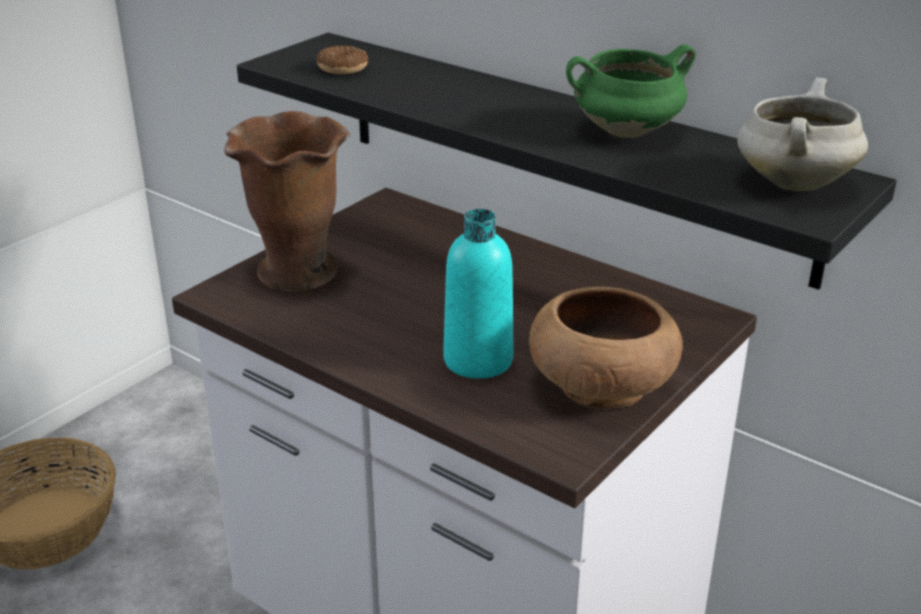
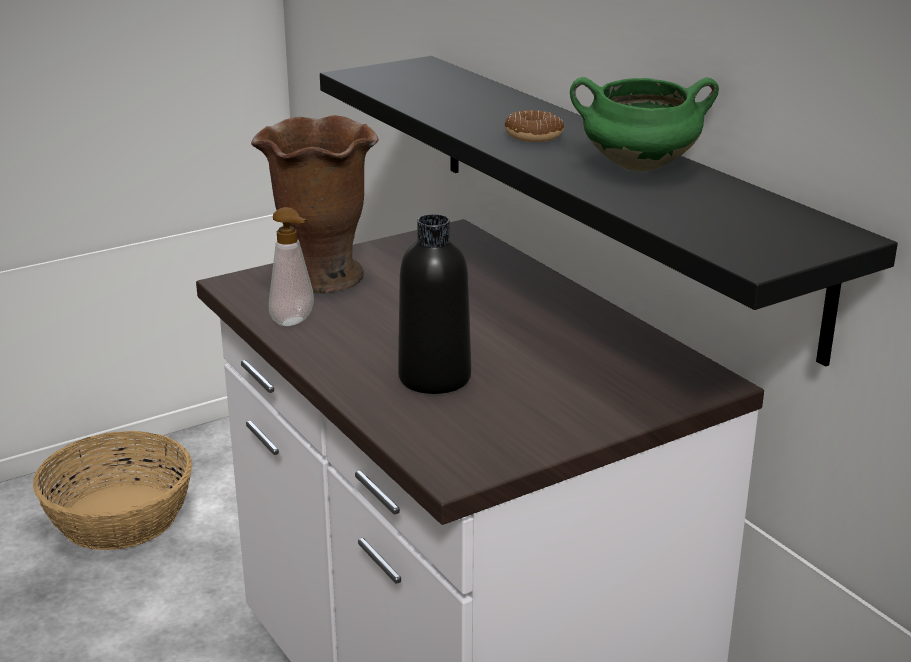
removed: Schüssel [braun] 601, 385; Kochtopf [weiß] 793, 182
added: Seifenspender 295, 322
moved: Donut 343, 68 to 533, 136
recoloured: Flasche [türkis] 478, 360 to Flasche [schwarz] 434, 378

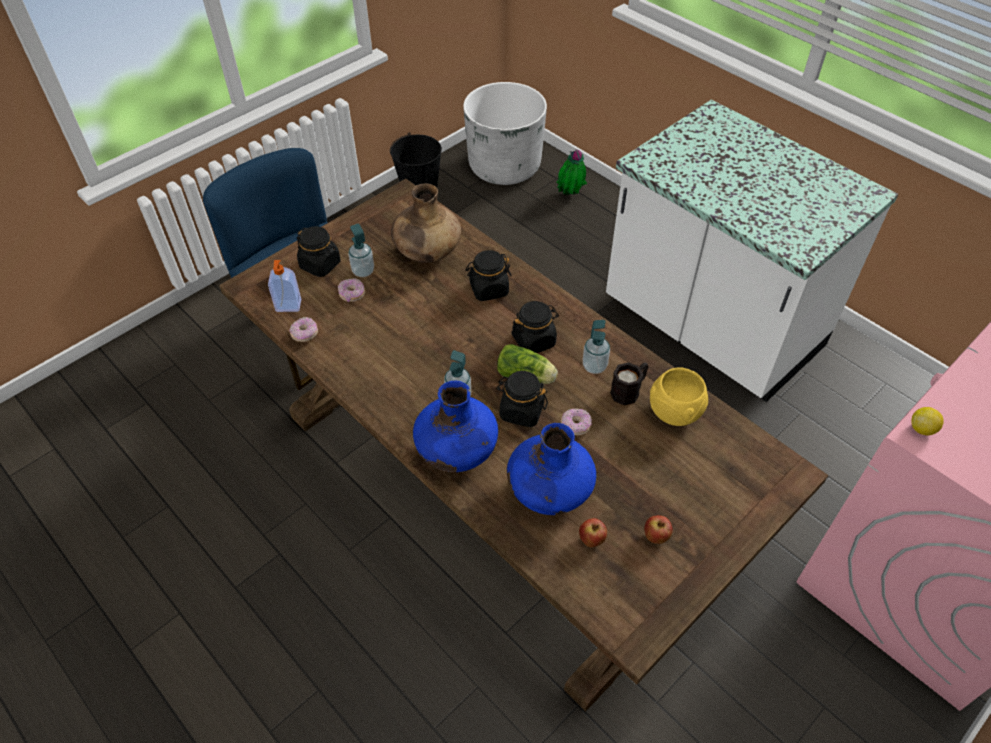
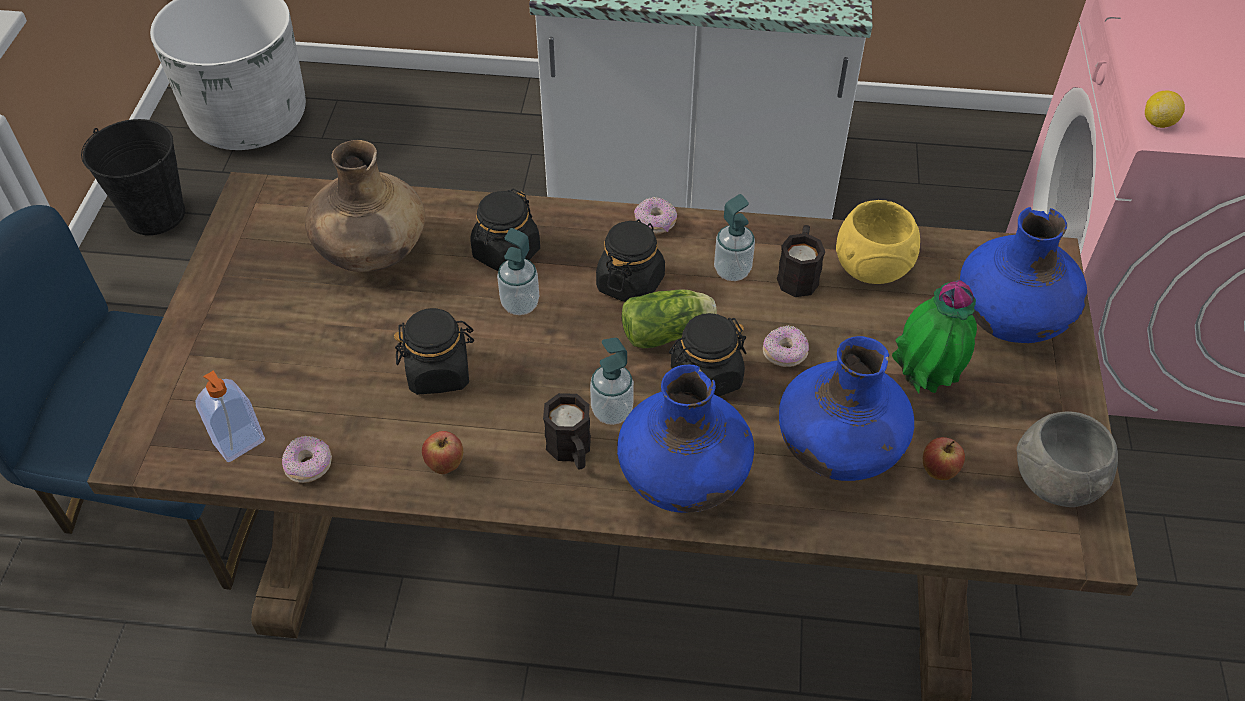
added: Henkelbecher [schwarz] 571, 451; Vase [blau] 1010, 320; Schüssel [grau] 1055, 485
moved: Vorratsglas [schwarz] 320, 265 to 439, 372; Donut 352, 294 to 655, 223; Seifenspender 363, 271 to 520, 304; Topfpflanze 570, 195 to 924, 382; Apfel 656, 537 to 445, 465

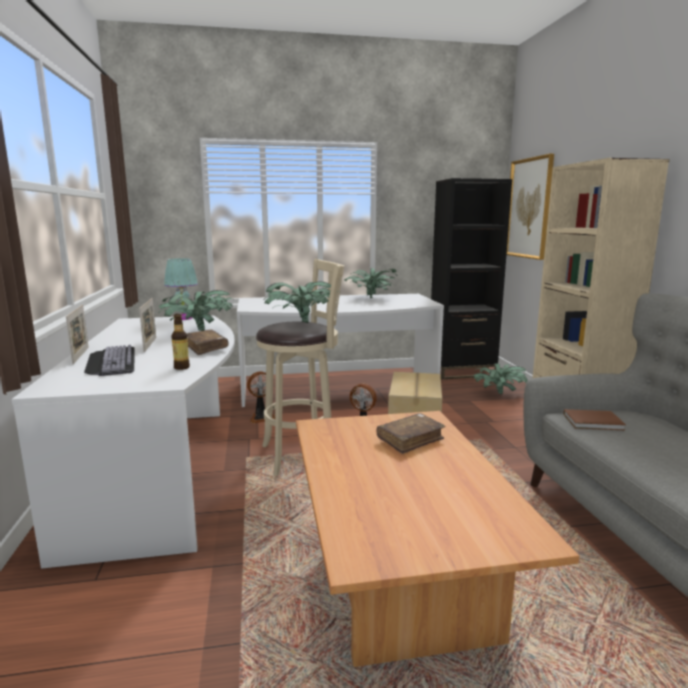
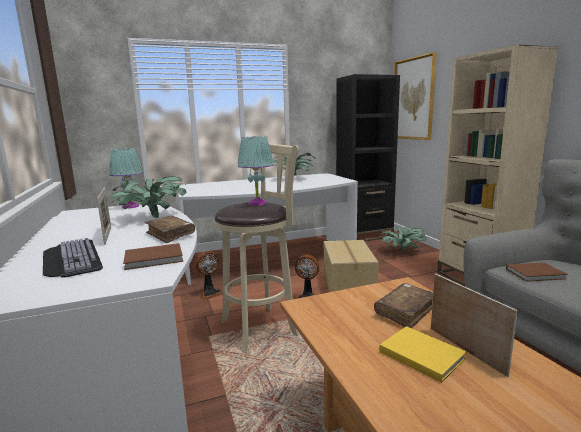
added: Buch [gelb] 420, 354
moved: Bilderrahmen 80, 355 to 465, 350
replaced: Flasche 181, 367 to Buch [braun] 155, 259; Topfpflanze 302, 323 to Tischlampe [türkis] 257, 203

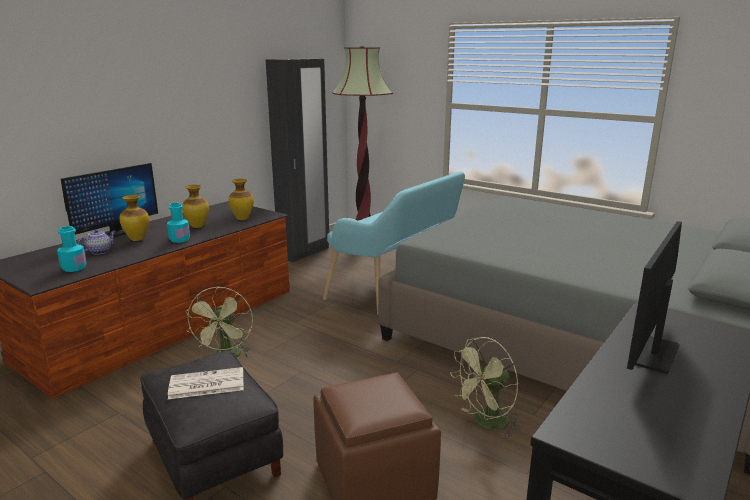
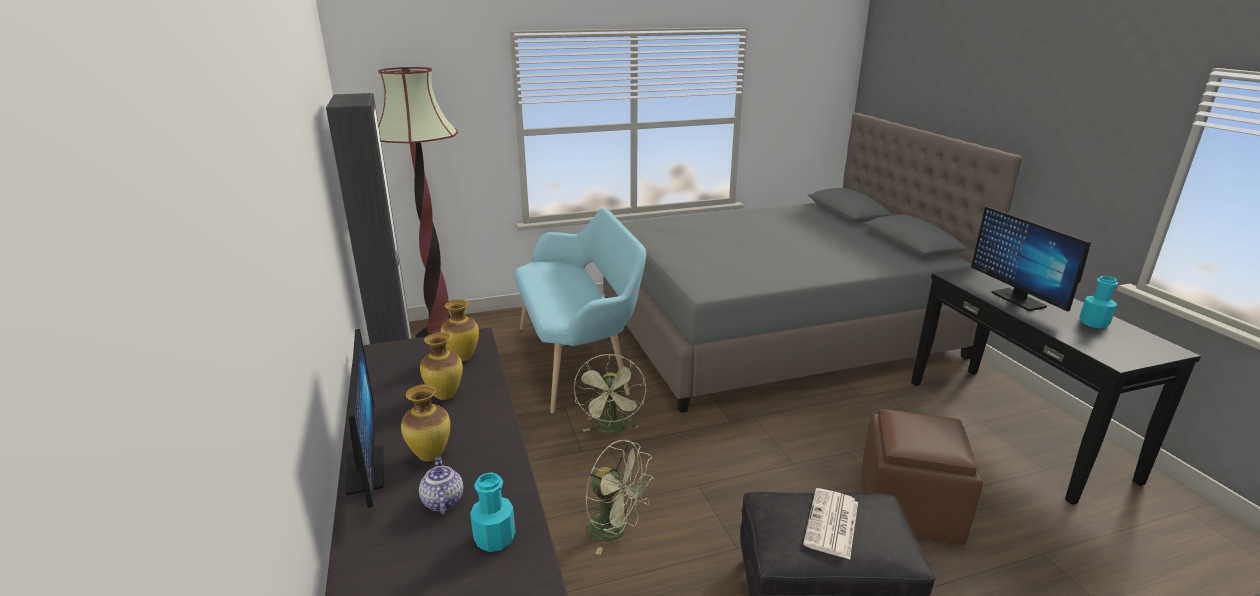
moved: Flasche [türkis] 179, 239 to 1093, 323; Ventilator [grün] 486, 423 to 612, 429

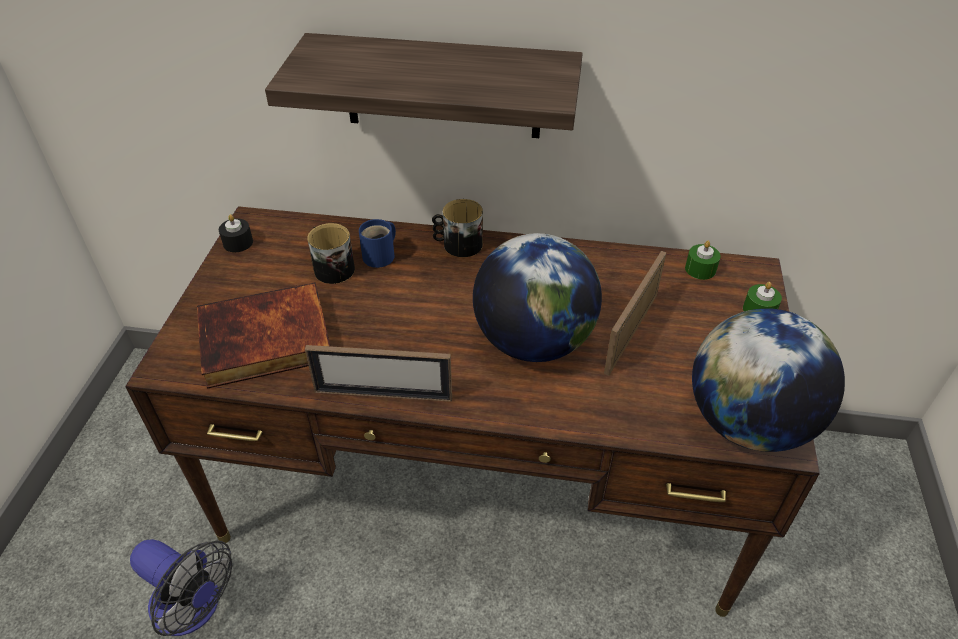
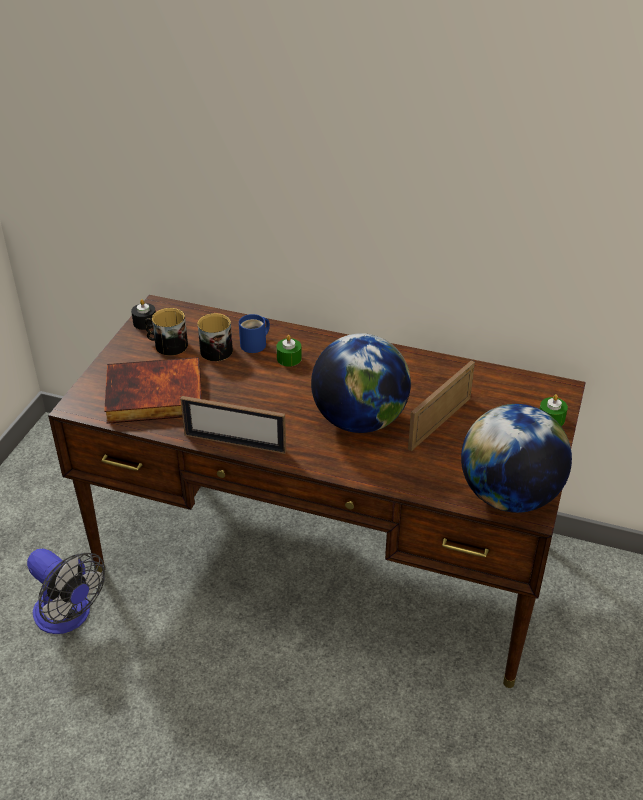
removed: Wandregal 442, 87
moved: Henkelbecher 458, 244 to 167, 345; Kerze [grün] 700, 269 to 289, 358

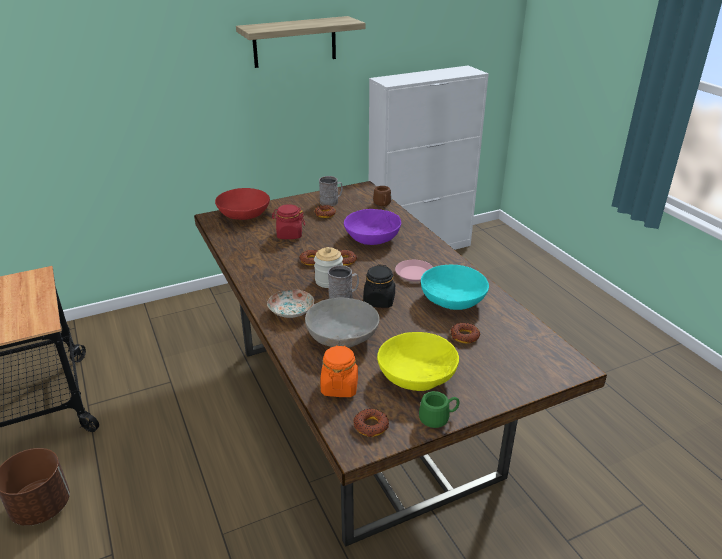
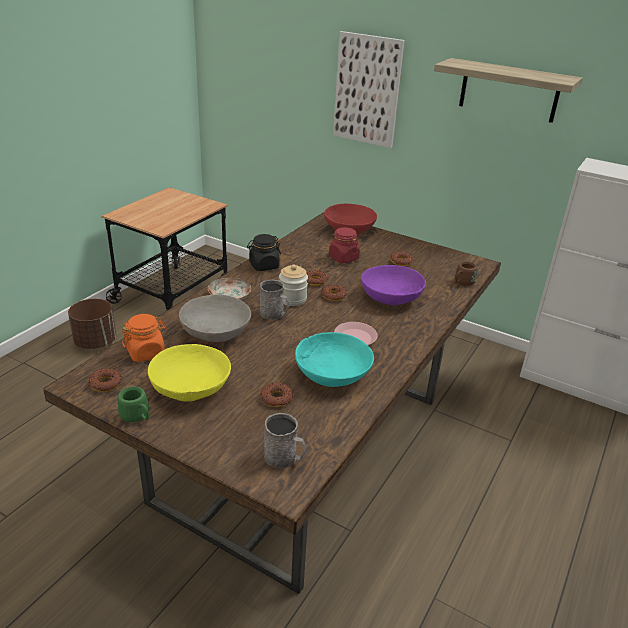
added: Bild 367, 90
moved: Henkelbecher [grau] 331, 201 to 284, 458; Vorratsglas [schwarz] 379, 301 to 264, 266

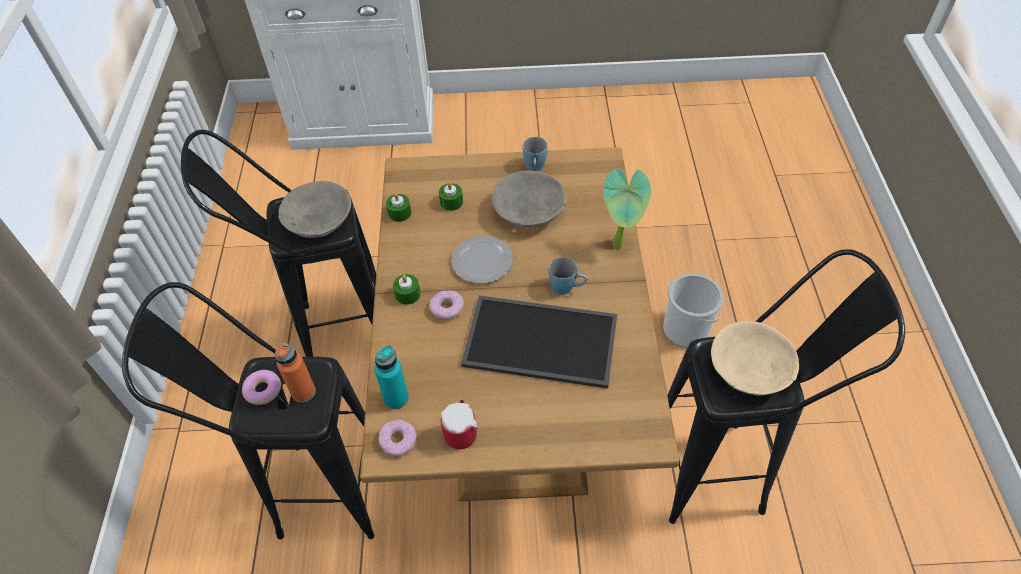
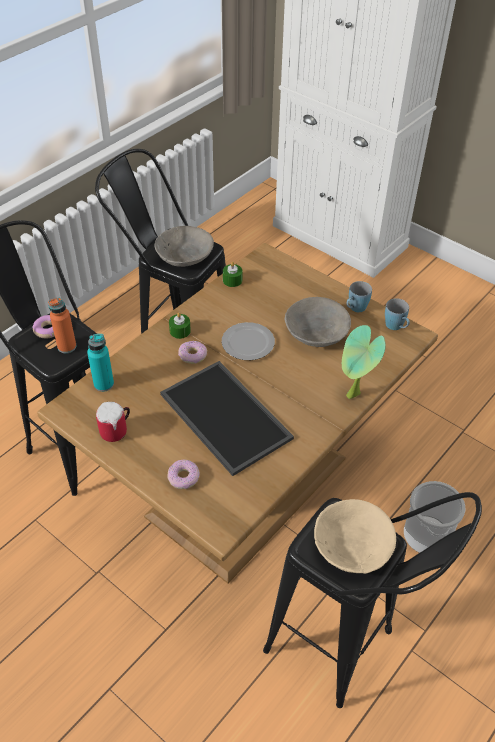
removed: Kerze [grün] 451, 202
moved: Donut 398, 440 to 184, 477; Henkelbecher [blau] 567, 288 to 396, 327

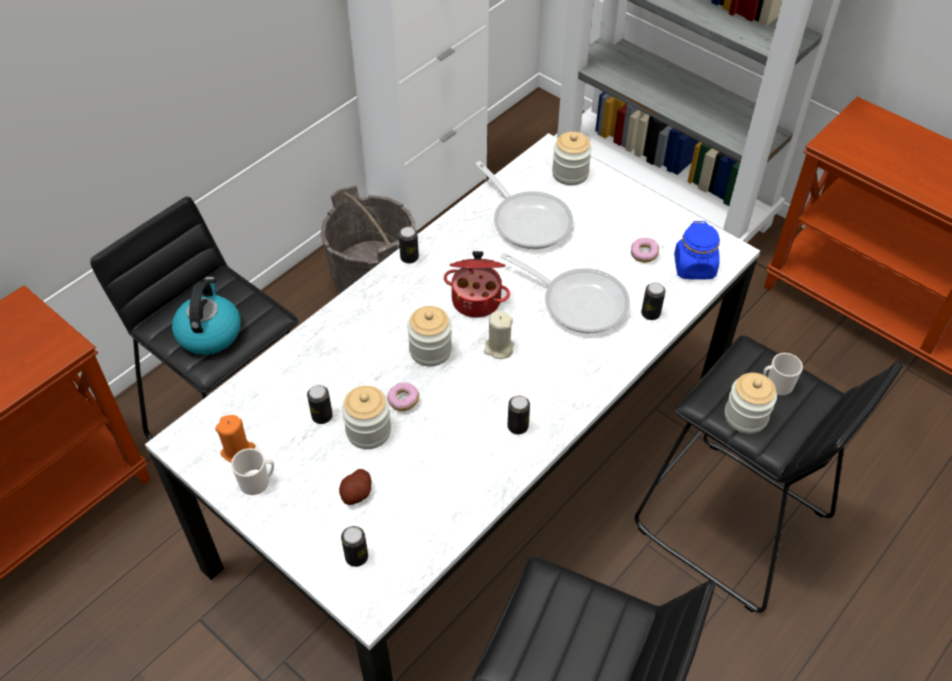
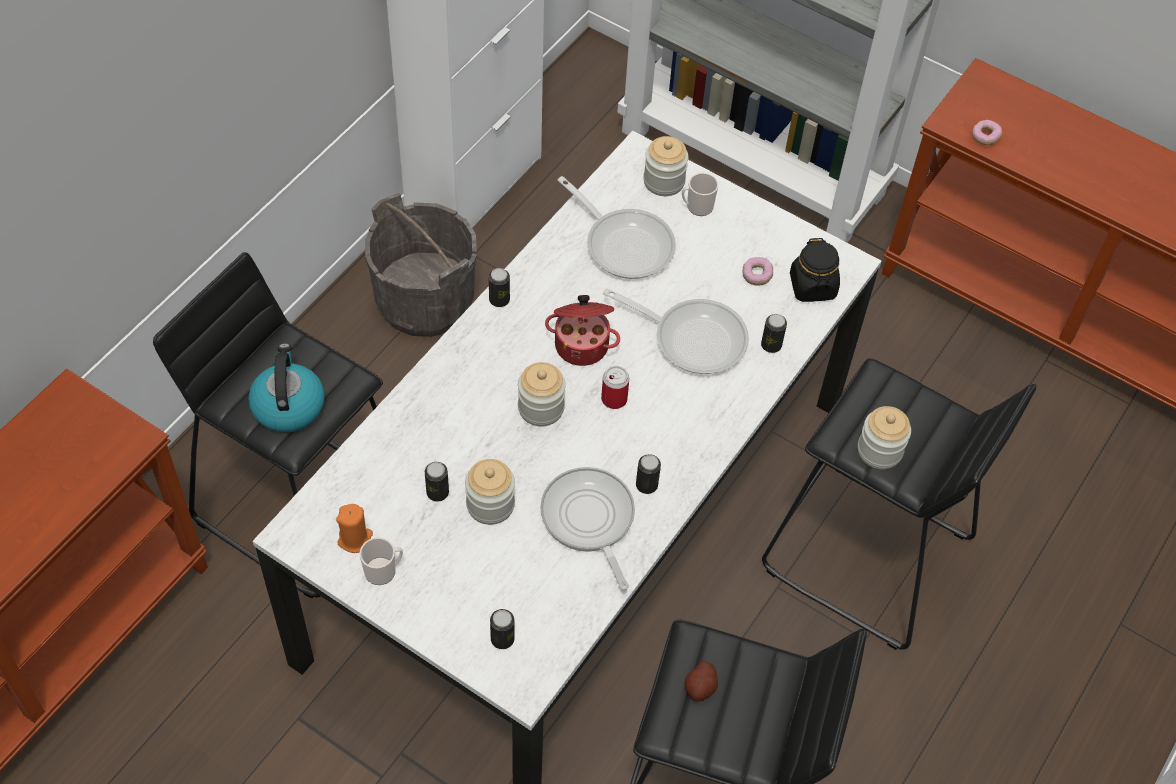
added: Pfanne 589, 520
moved: Kartoffel 356, 493 to 700, 687; Donut 403, 401 to 985, 137; Henkelbecher 776, 385 to 697, 206
replaced: Kerze [beige] 498, 348 to Dose 614, 399
recoloured: Vorratsglas [blau] 694, 267 to Vorratsglas [schwarz] 812, 286

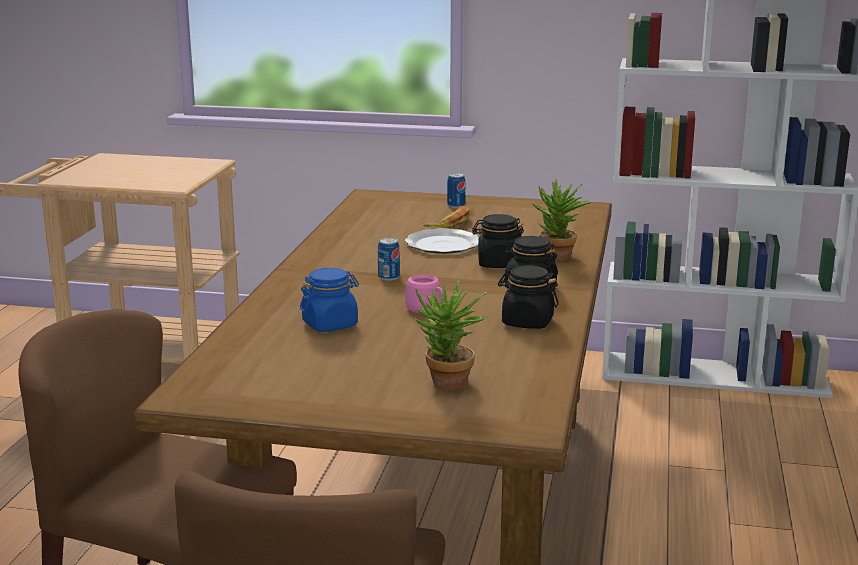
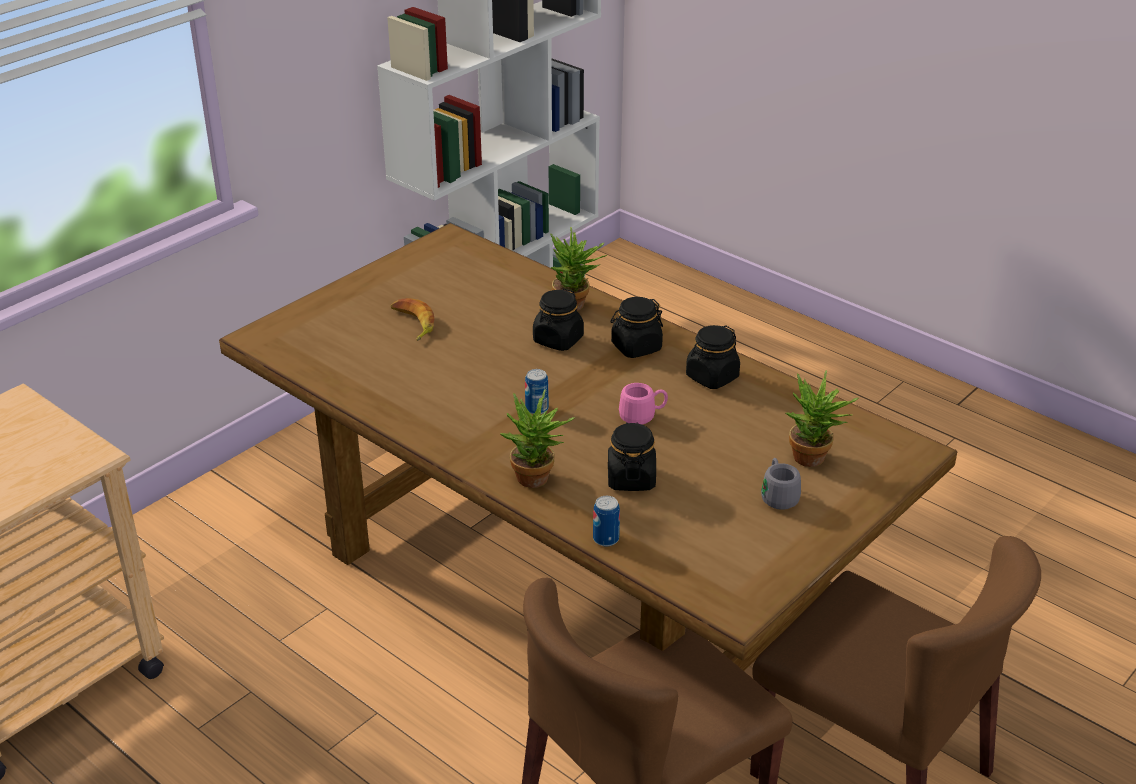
removed: Teller 441, 244
added: Topfpflanze 537, 481; Henkelbecher [grau] 778, 496
moved: Dose 456, 206 to 606, 539
recoloured: Vorratsglas [blau] 330, 324 to Vorratsglas [schwarz] 631, 478

